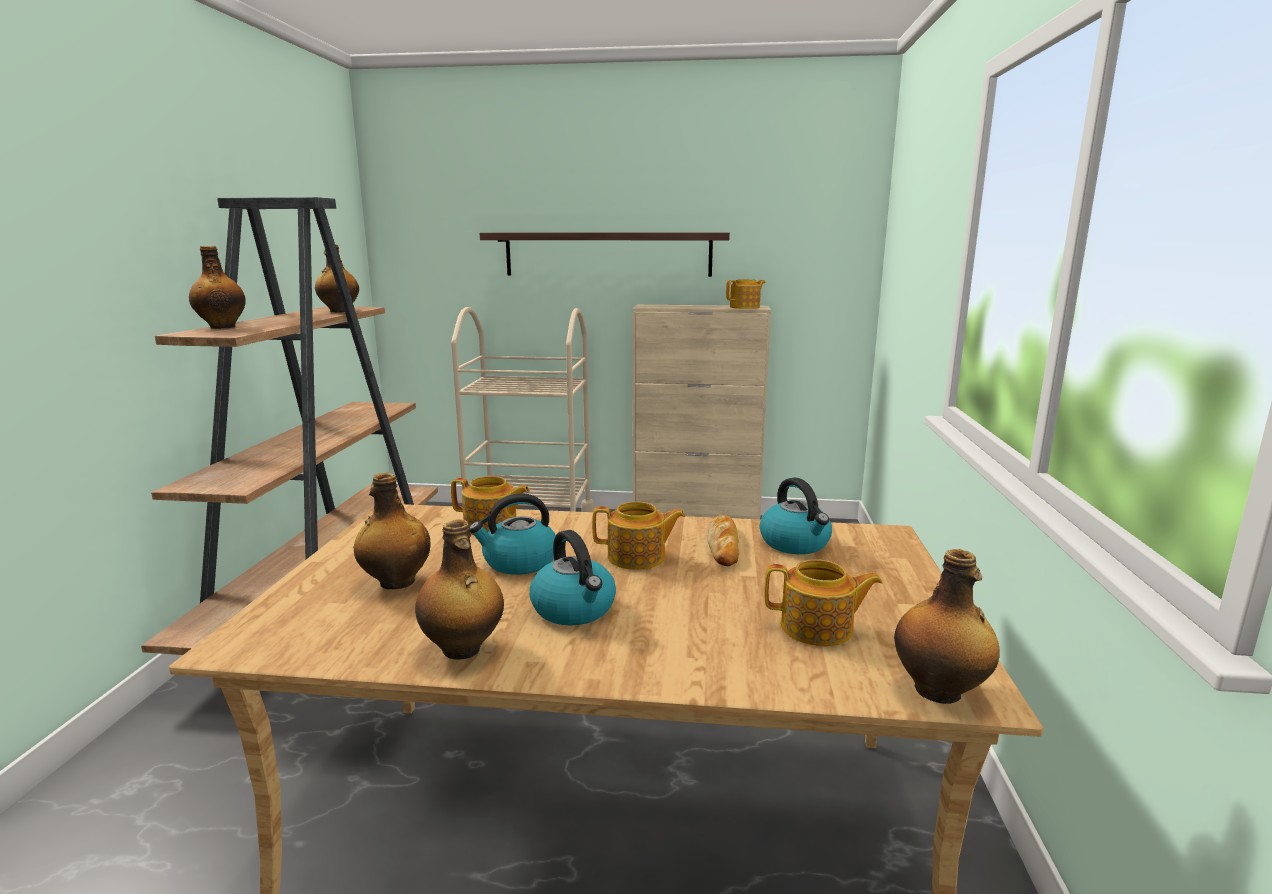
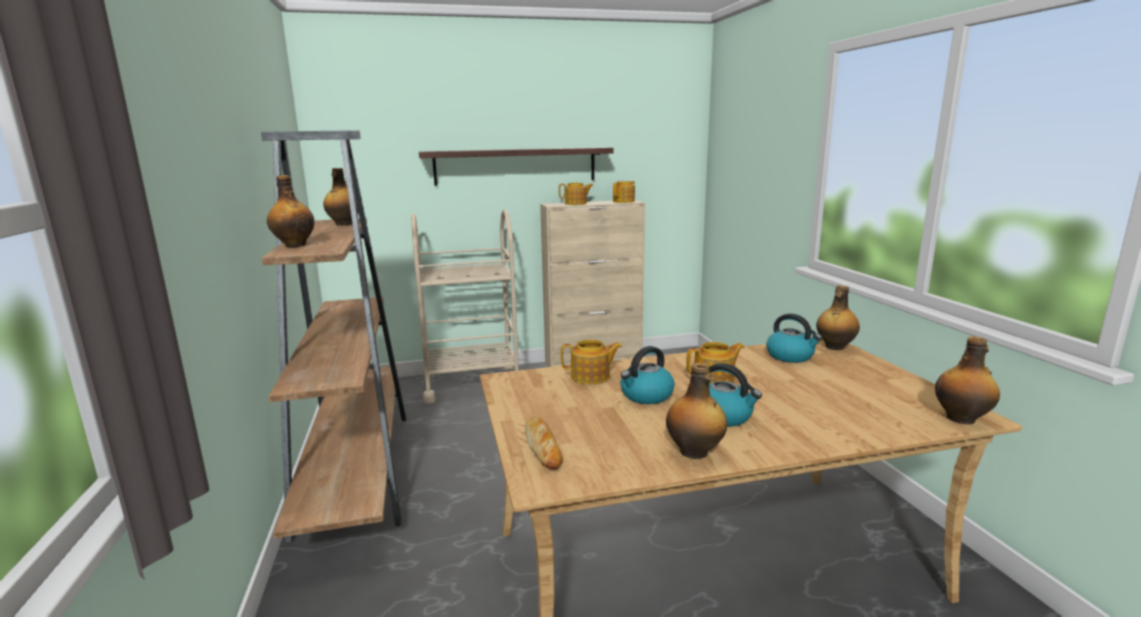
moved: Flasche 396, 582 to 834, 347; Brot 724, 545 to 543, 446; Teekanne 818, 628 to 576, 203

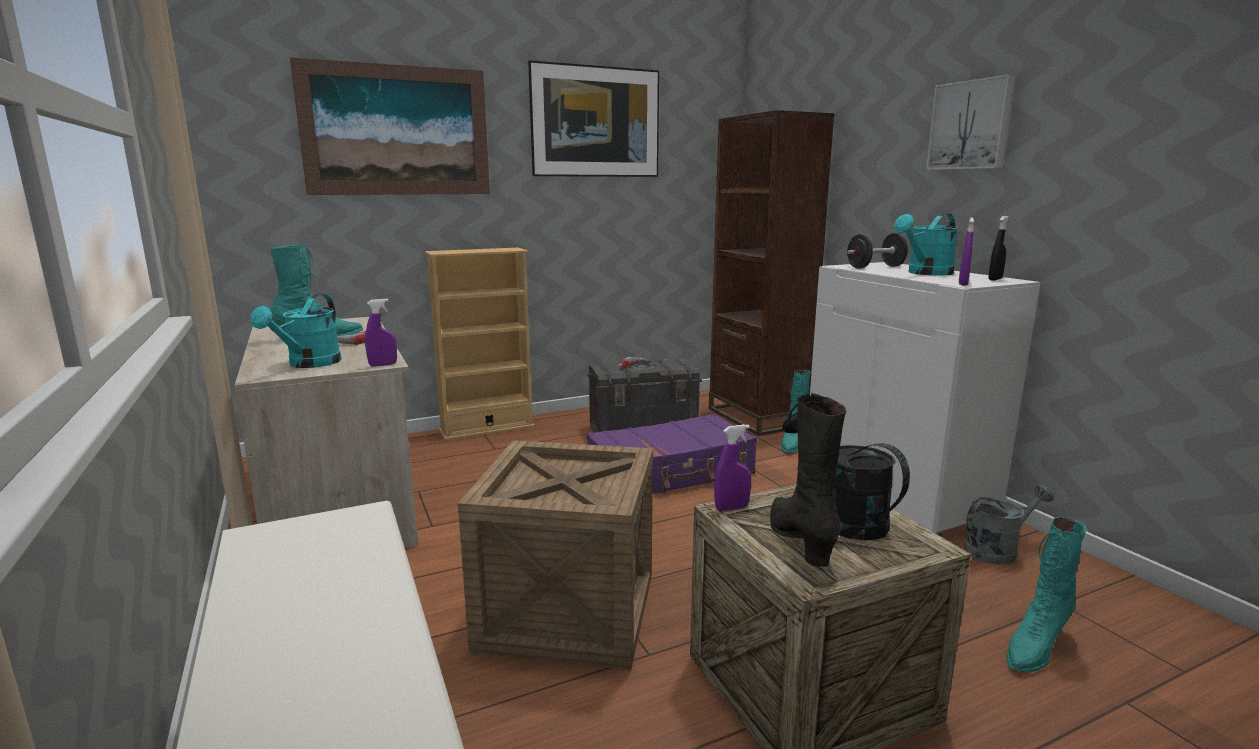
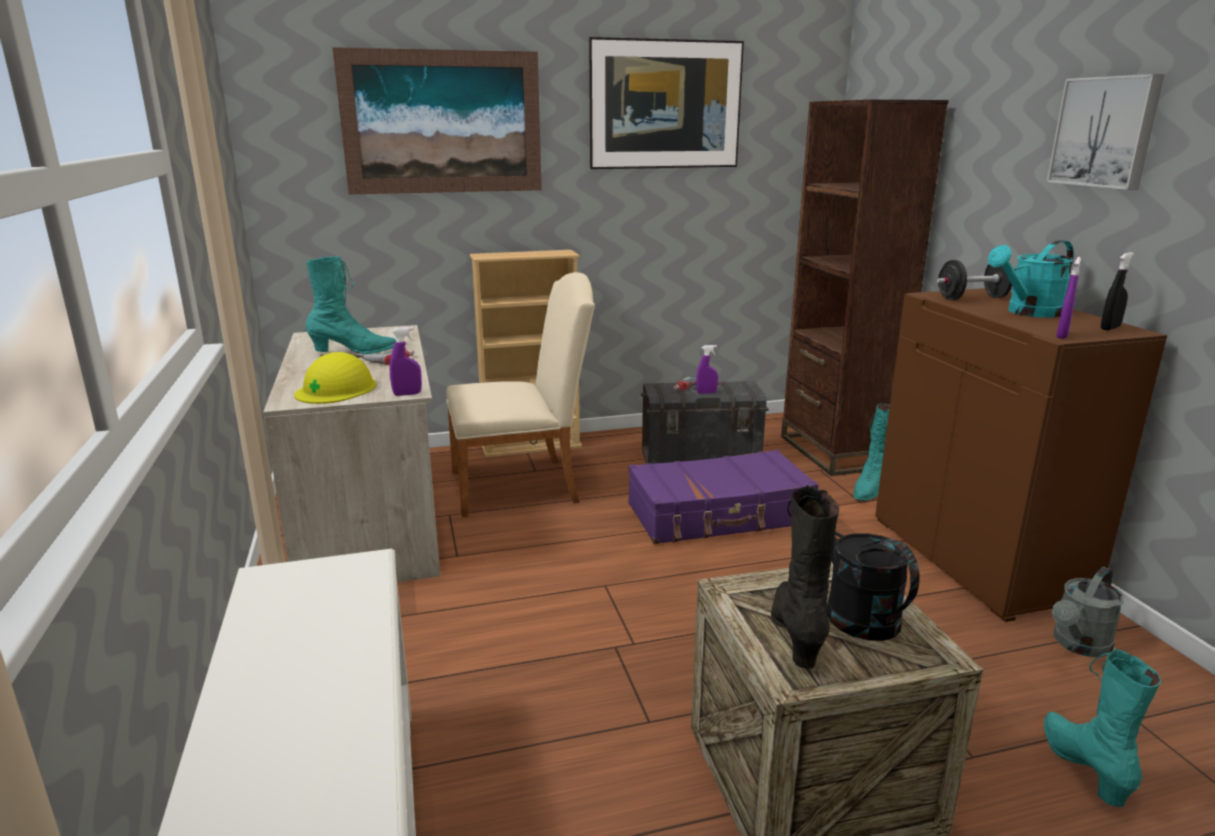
removed: Kiste 568, 611
added: Stuhl [beige] 524, 485
moved: Sprühflasche [lila] 731, 508 to 706, 393
replaced: Gießkanne [türkis] 309, 364 to Schutzhelm [gelb] 336, 389
recoloured: Schrank [weiß] 897, 490 to Schrank [braun] 978, 558
turned: Gießkanne [grau] 997, 550 = 1078, 645 150 degrees clockwise; Stiefel [türkis] 1035, 647 = 1083, 767 120 degrees clockwise

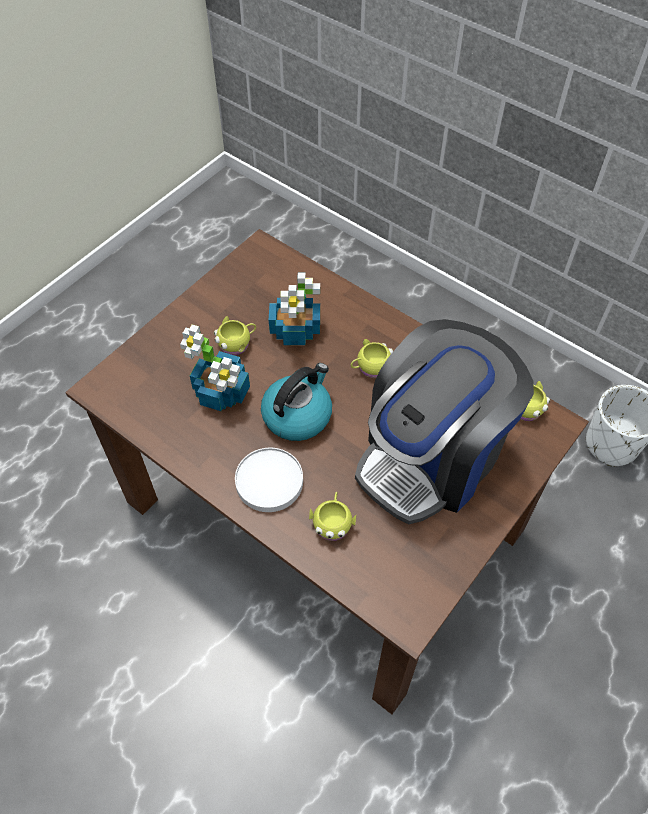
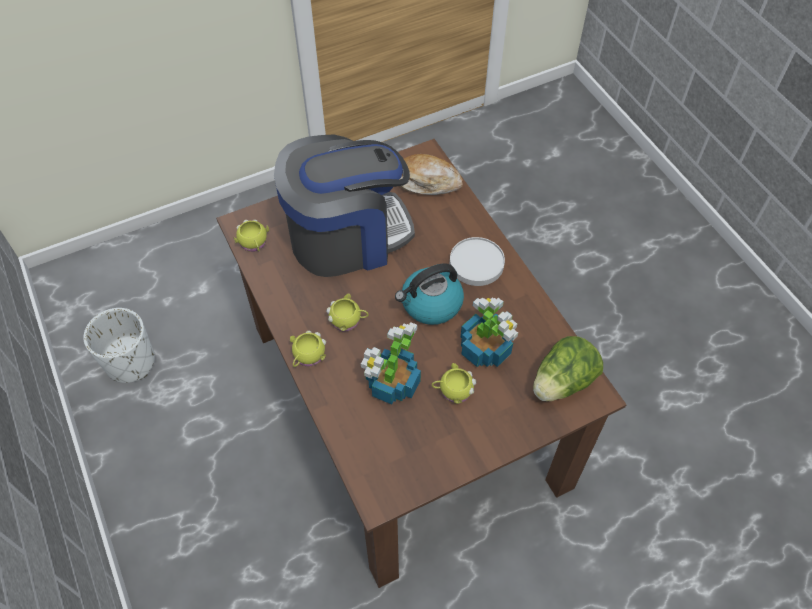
added: Brot 427, 181; Salatkopf 562, 383
moved: Henkelbecher [gelb] 332, 523 to 307, 357

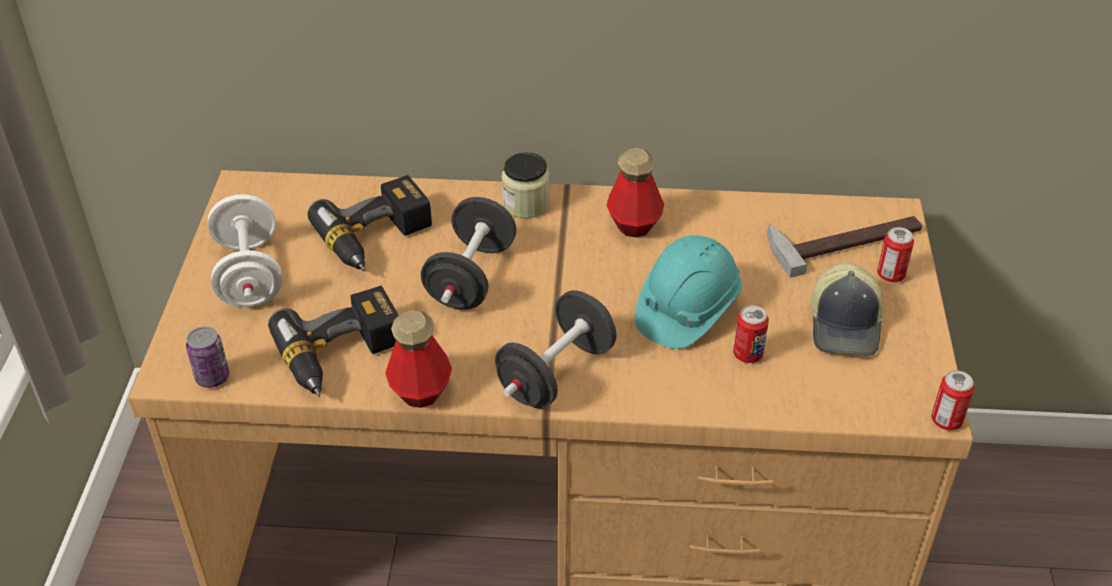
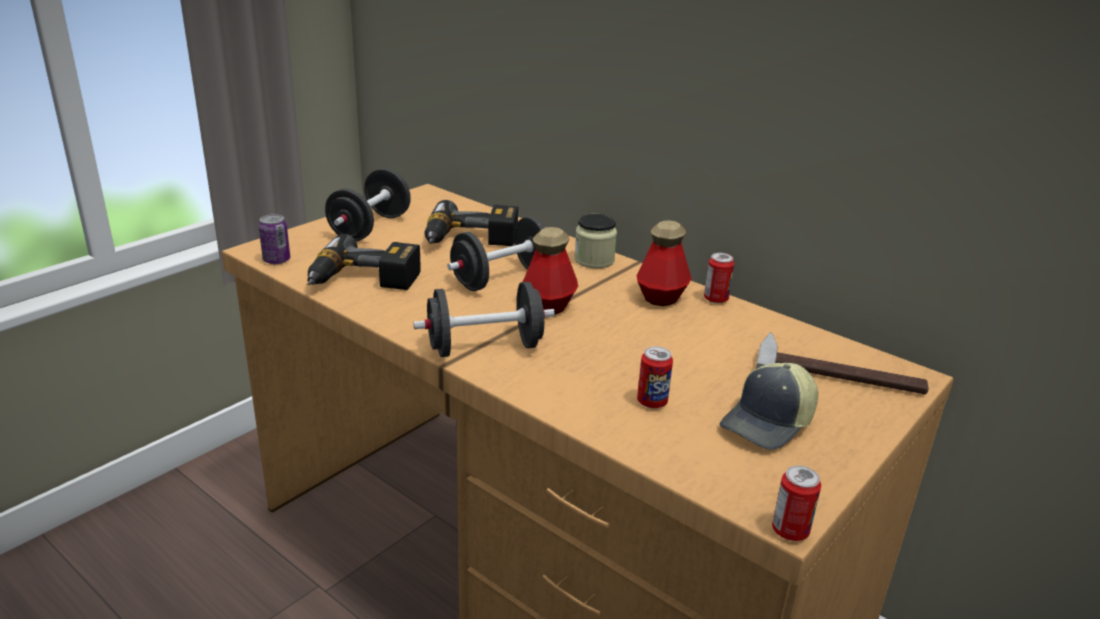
removed: Schutzhelm [türkis] 686, 309
moved: Flasche 420, 390 to 548, 306; Dose 890, 275 to 716, 299
recoloured: Hantel [weiß] 249, 275 to Hantel [schwarz] 370, 228

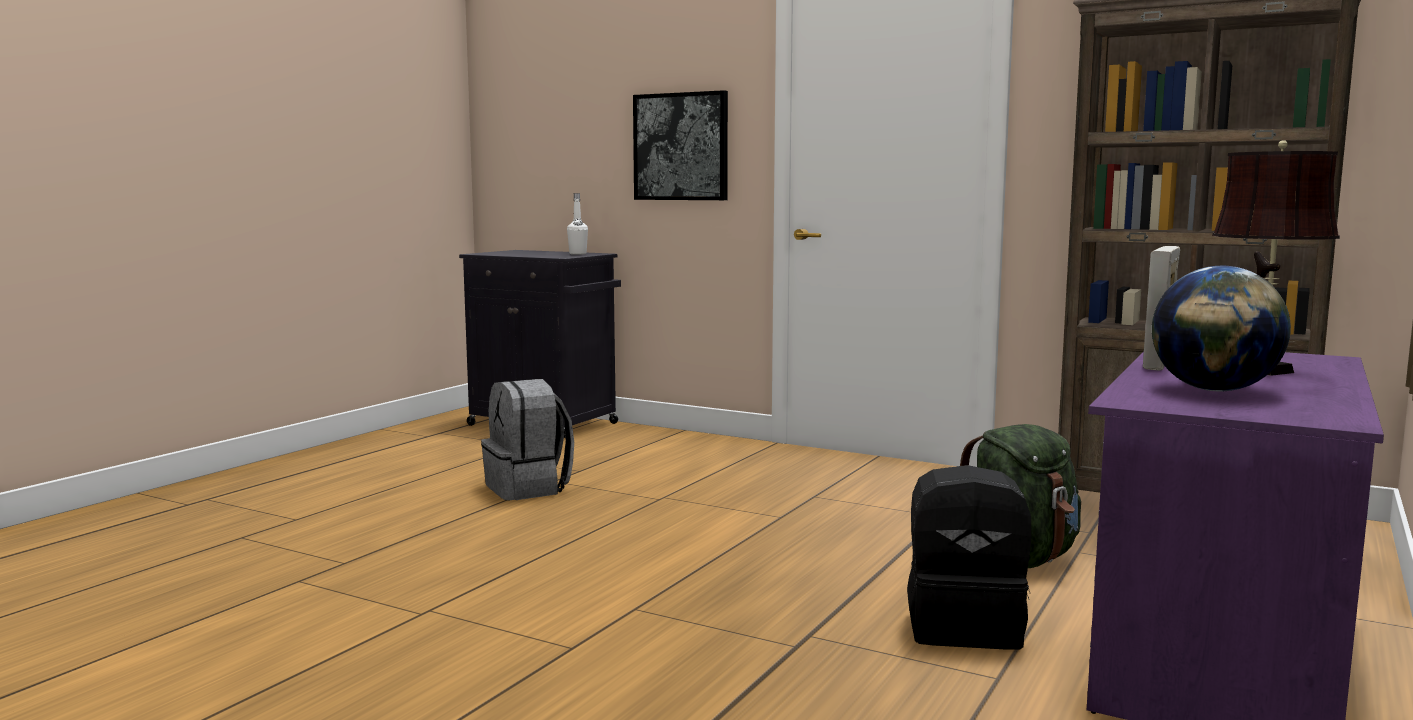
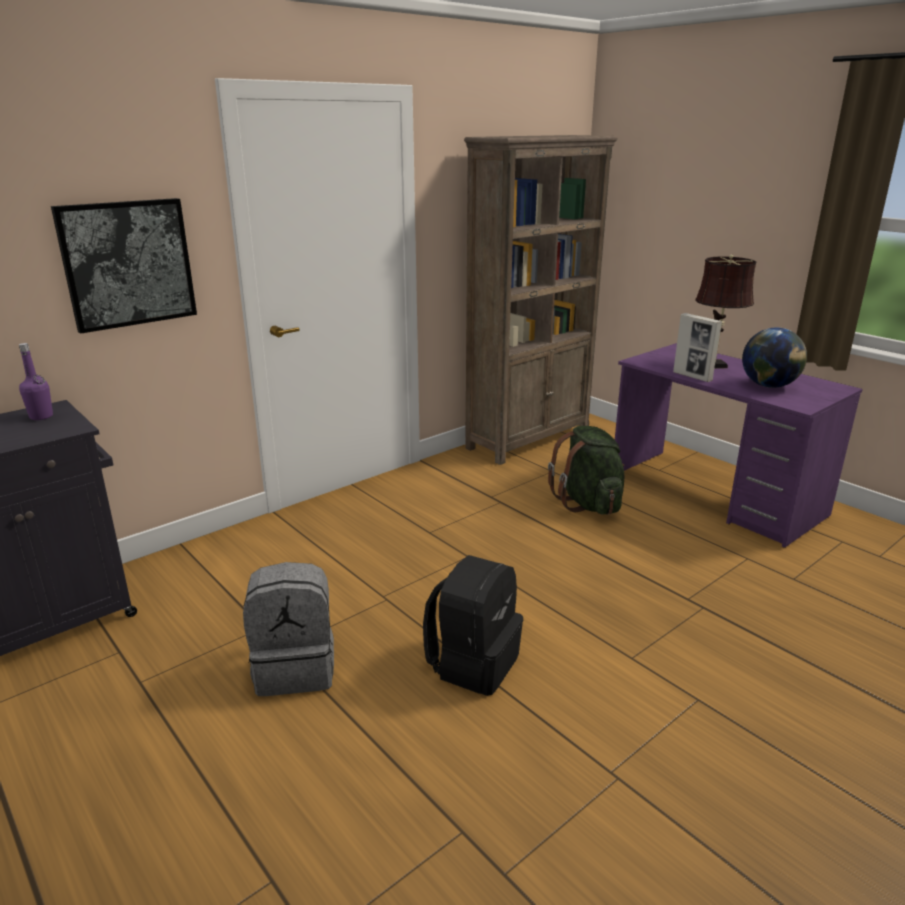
moved: Rucksack [schwarz] 964, 627 to 473, 663
recoloured: Flasche [weiß] 578, 254 to Flasche [lila] 41, 416

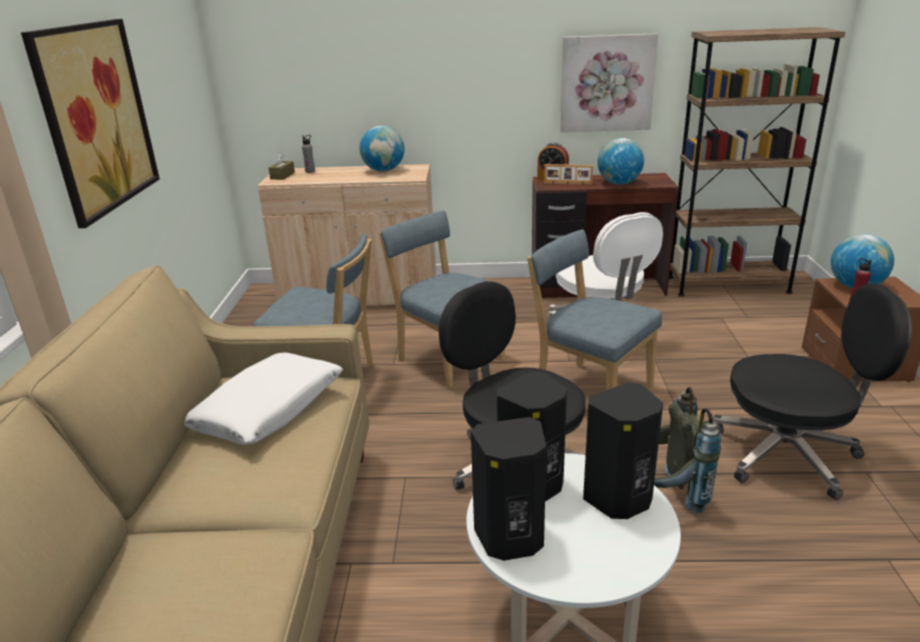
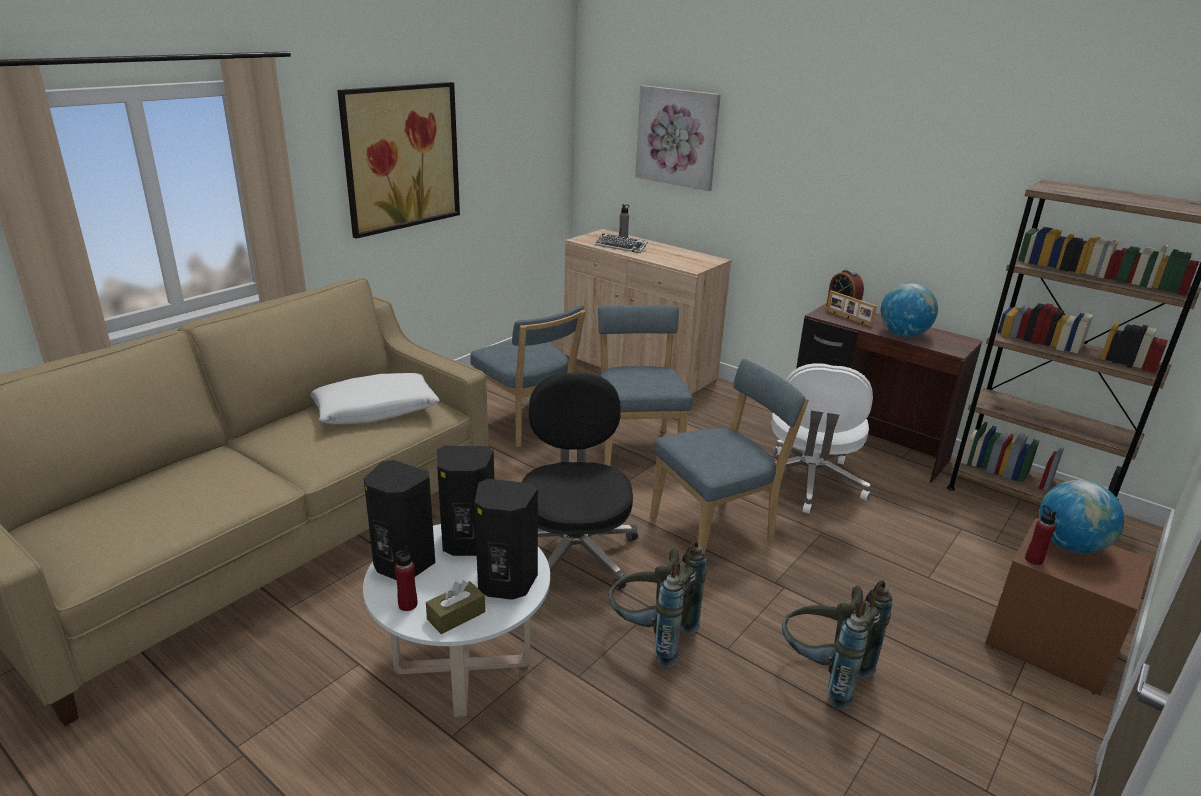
removed: Globus 384, 170
added: Flasche [rot] 407, 604; Tastatur 621, 247
moved: Taschentuchbox [braun] 282, 176 to 456, 615; Bild 607, 83 to 677, 137
replaced: Bürostuhl [schwarz] 788, 454 to Rucksack [grau] 822, 674
turned: Stuhl [blau] 589, 391 = 717, 528 75 degrees clockwise

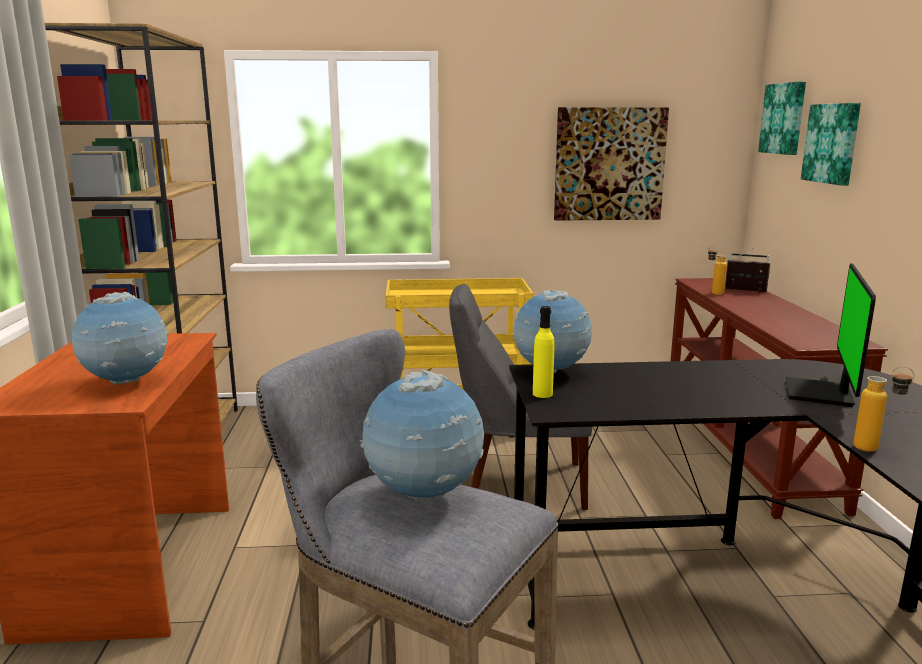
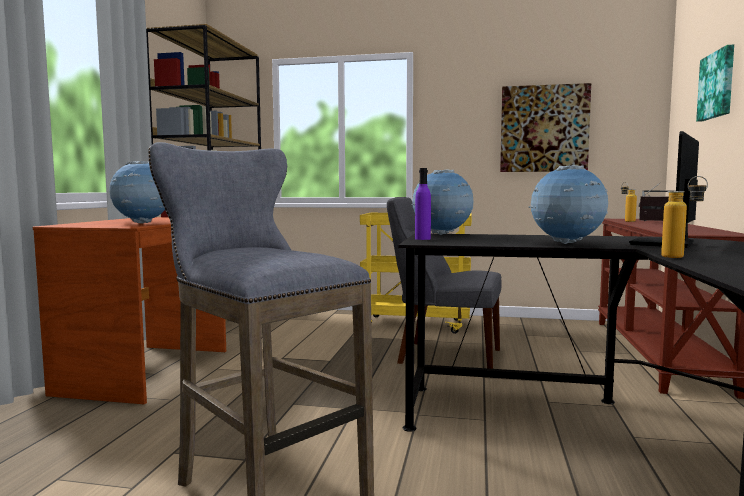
removed: Bild 784, 118
moved: Globus 424, 496 to 567, 244
recoloured: Flasche [gelb] 542, 394 to Flasche [lila] 422, 239

